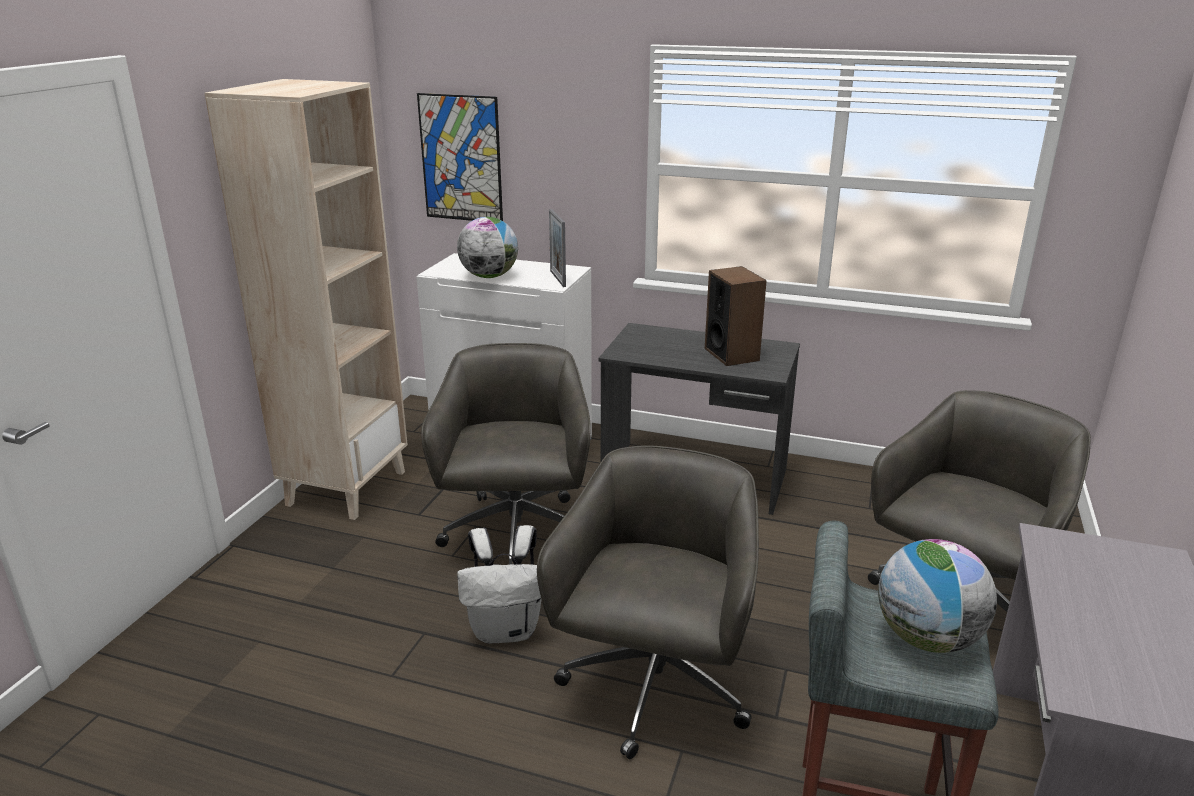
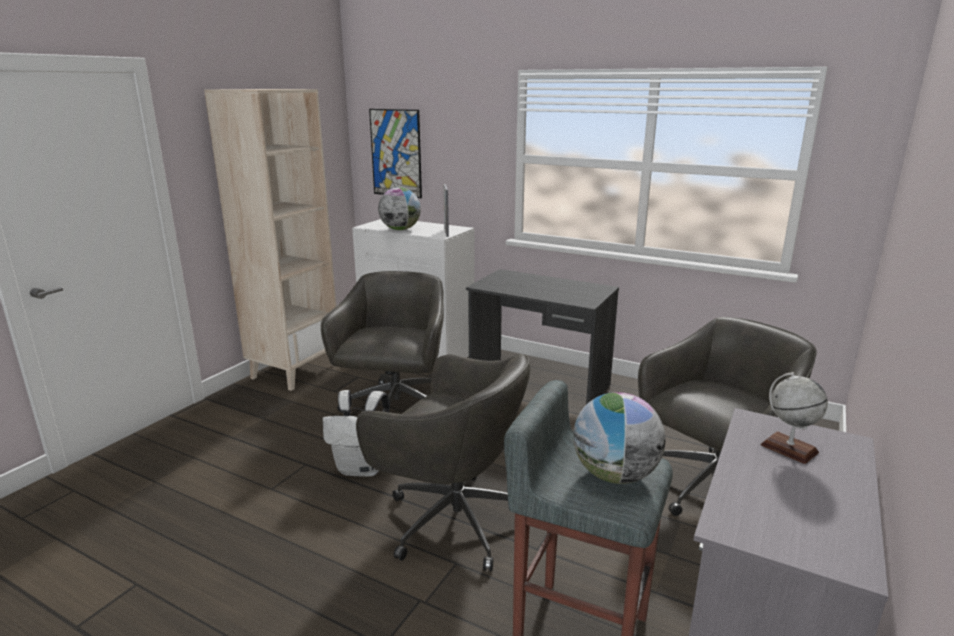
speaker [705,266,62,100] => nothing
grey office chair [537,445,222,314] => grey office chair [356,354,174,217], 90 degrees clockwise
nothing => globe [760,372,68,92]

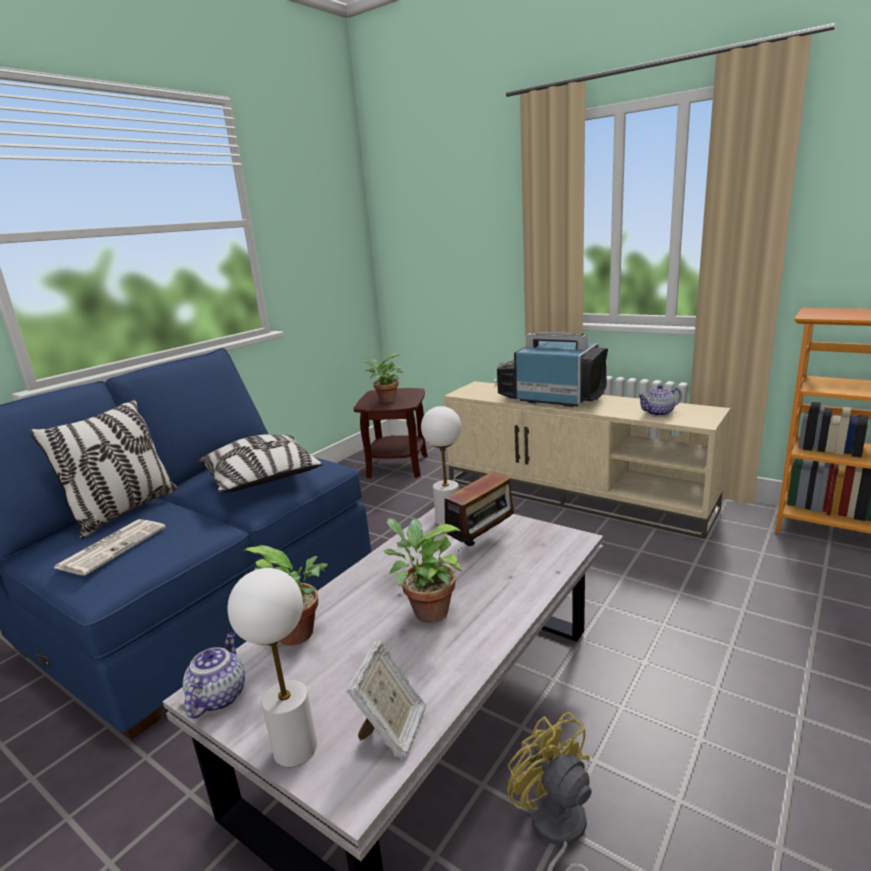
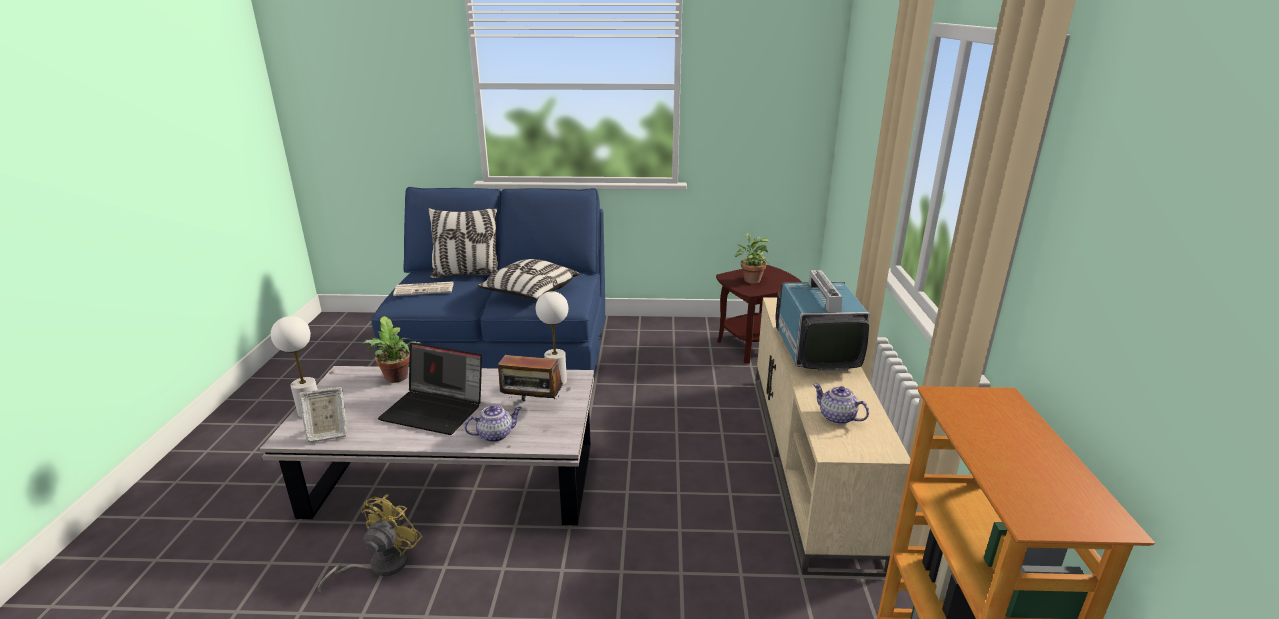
potted plant [384,518,78,105] => laptop [378,343,104,92]
teapot [183,632,62,87] => teapot [464,405,58,37], moved

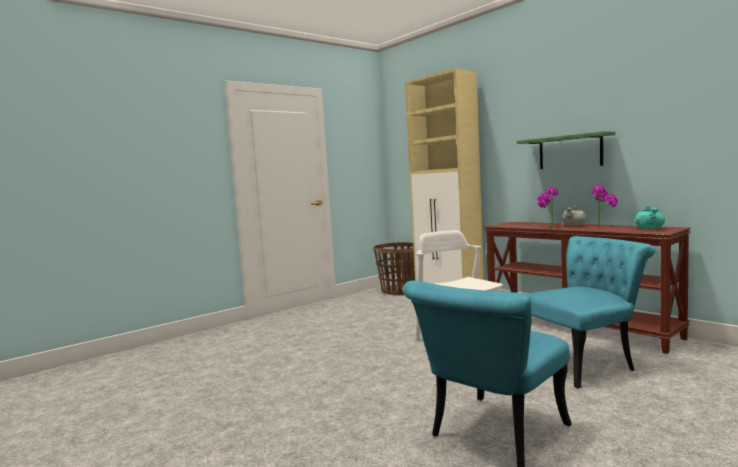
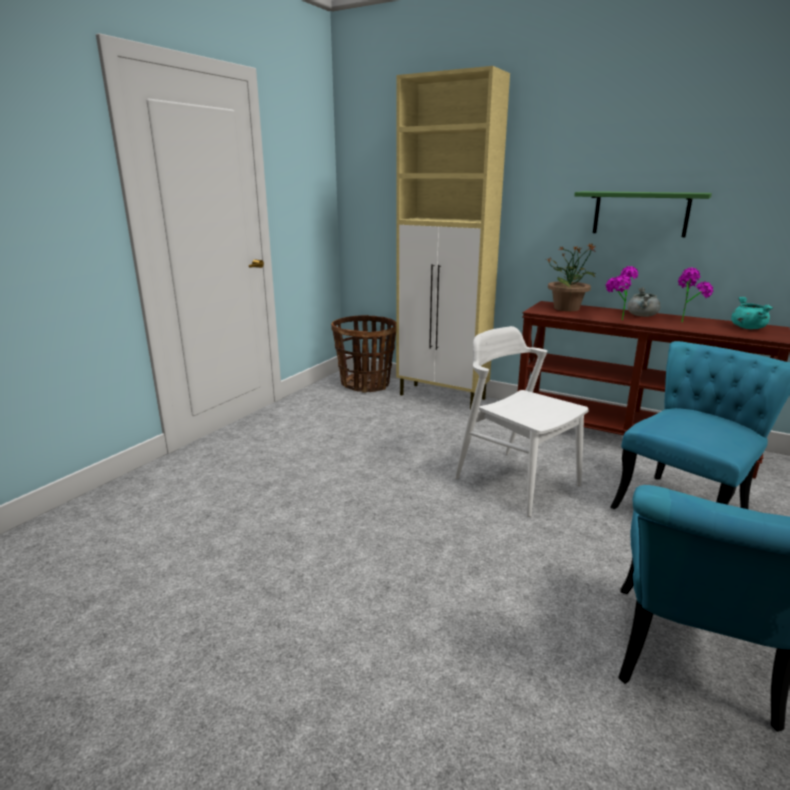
nothing => potted plant [547,242,49,69]

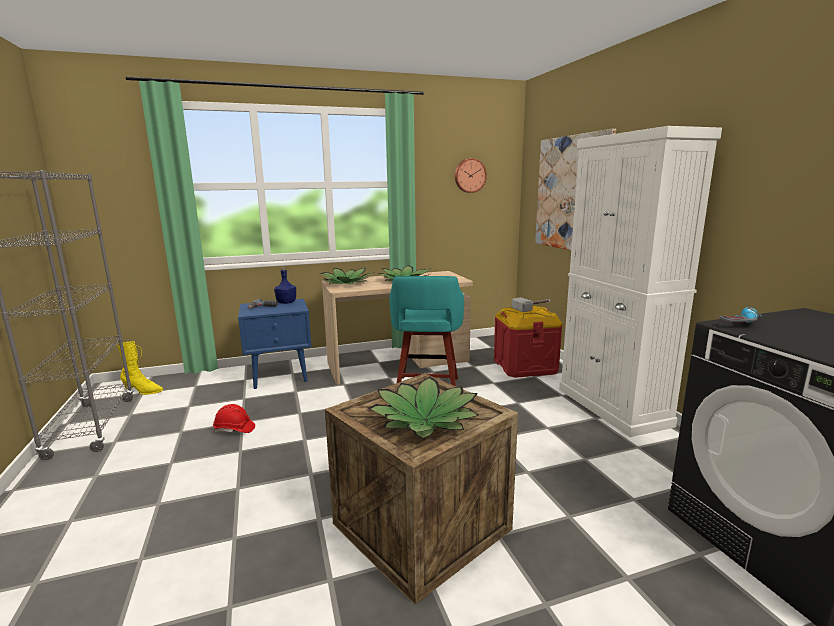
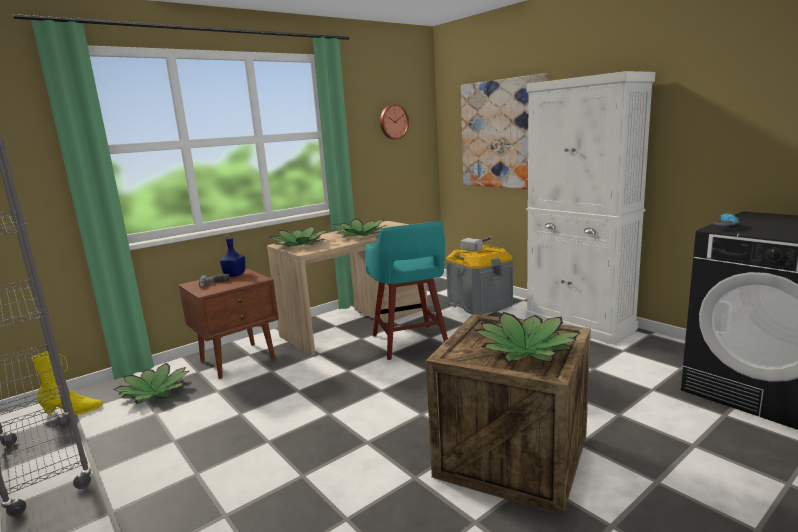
blue nightstand [238,299,73,90] => brown nightstand [179,269,100,110]
red storage box [494,306,68,72] => grey storage box [446,245,67,70]
red hard hat [213,404,42,29] => nothing
nothing => potted plant [114,363,75,41]

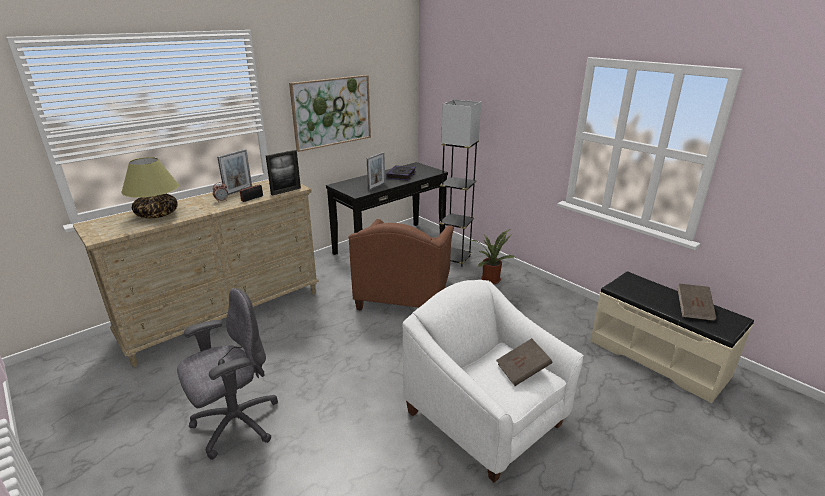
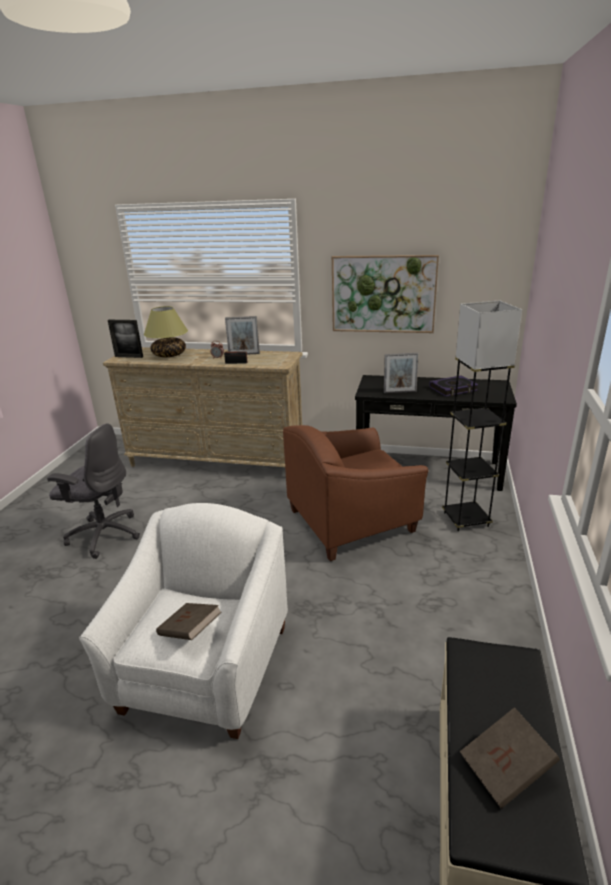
picture frame [266,150,35,46] => picture frame [108,320,35,38], moved
potted plant [468,229,47,55] => nothing

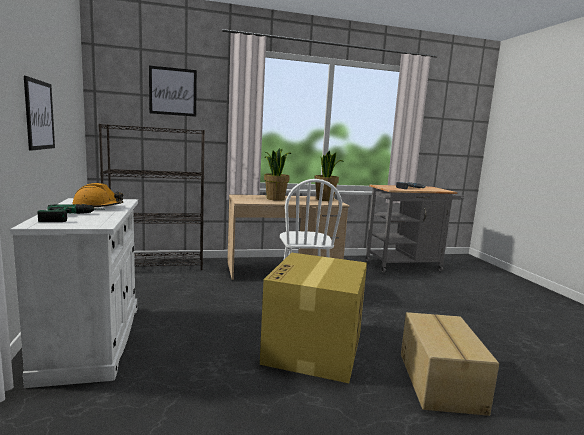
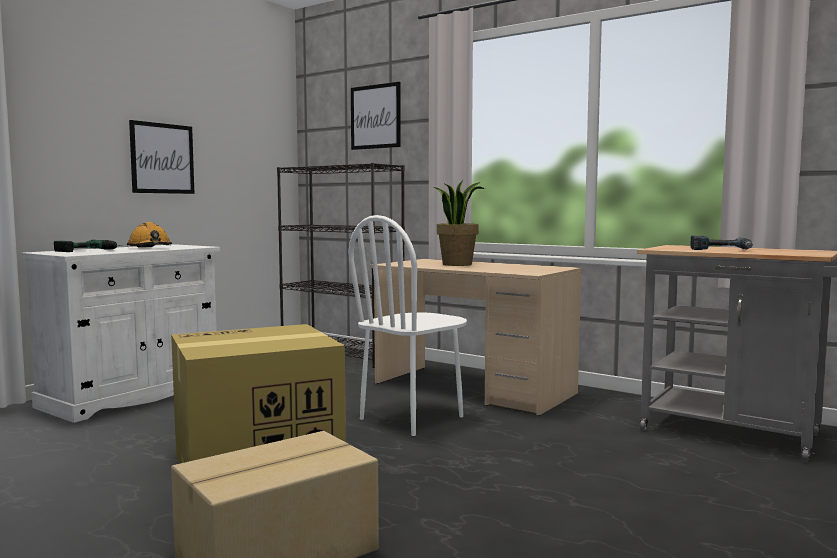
potted plant [314,151,30,50] => nothing

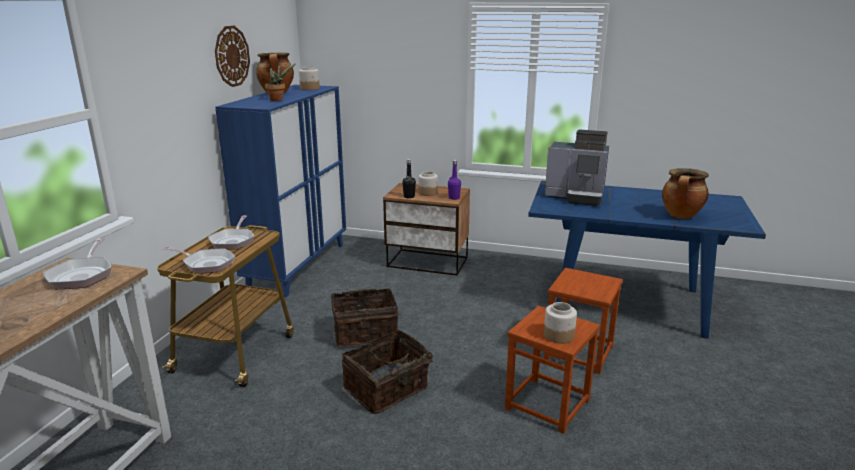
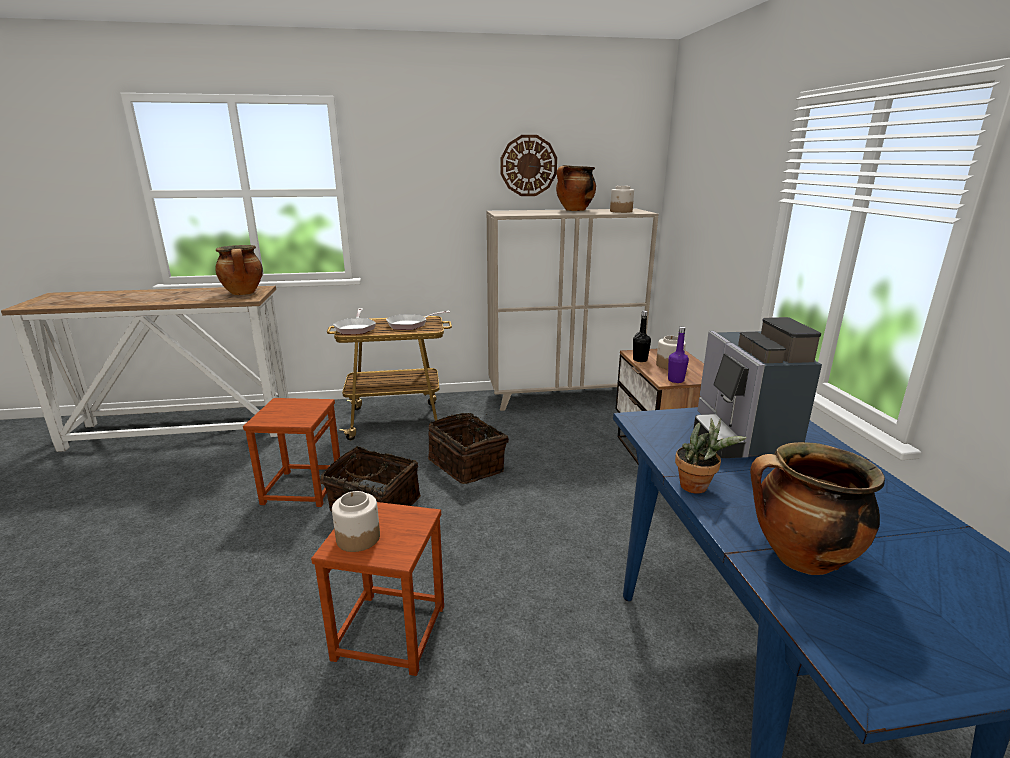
potted plant [265,63,31,38] => potted plant [675,418,72,76], moved
blue cabinet [216,85,130,213] => beige cabinet [487,209,171,202]
frying pan [44,238,68,51] => cooking pot [215,245,48,50]
brown stool [544,268,79,106] => brown stool [243,398,97,109], moved

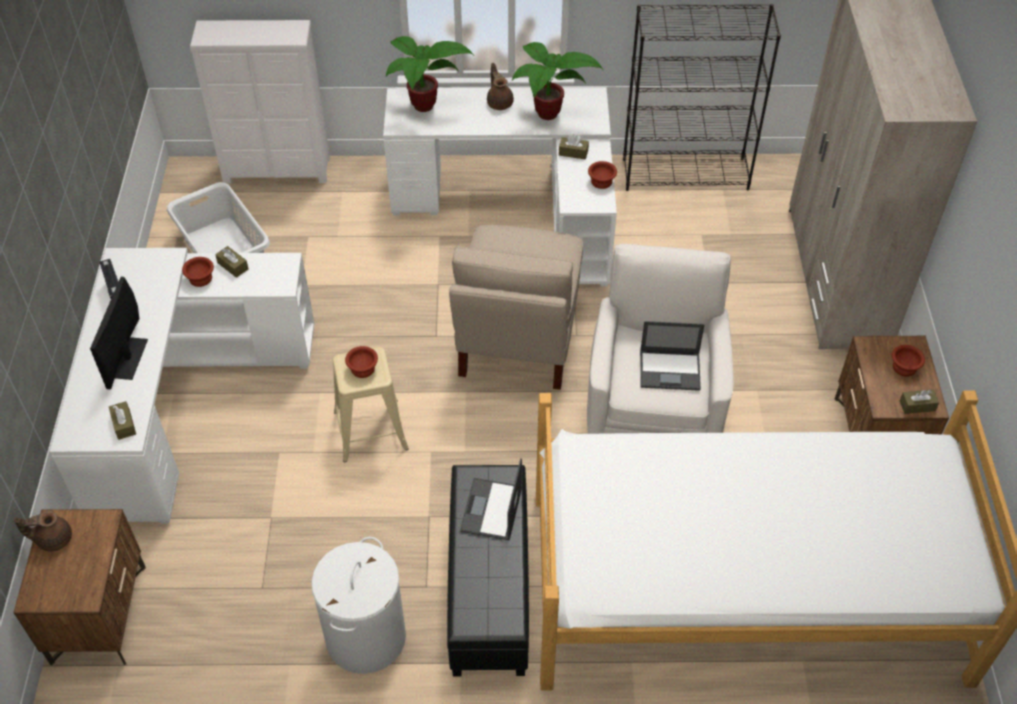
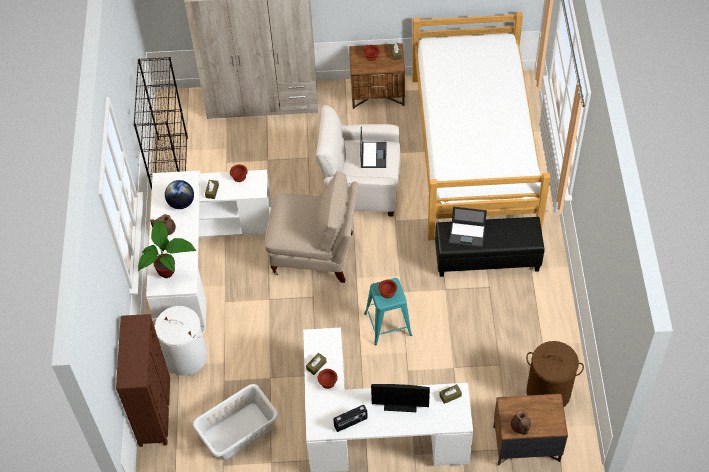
white dresser [190,20,140,164] => brown dresser [116,314,54,133]
potted plant [512,42,91,78] => globe [165,180,29,29]
beige stool [333,347,76,115] => turquoise stool [364,278,48,67]
white laundry basket [311,537,95,137] => white laundry basket [152,306,55,70], moved
nothing => brown laundry basket [526,341,58,66]

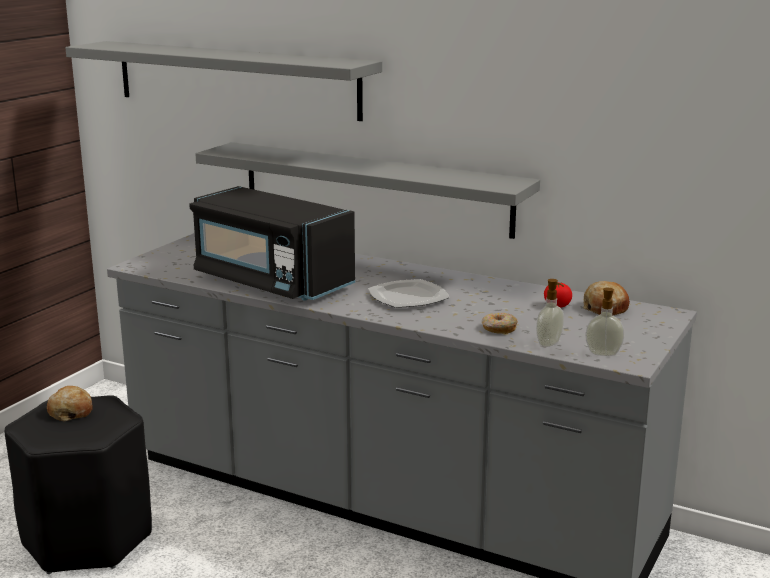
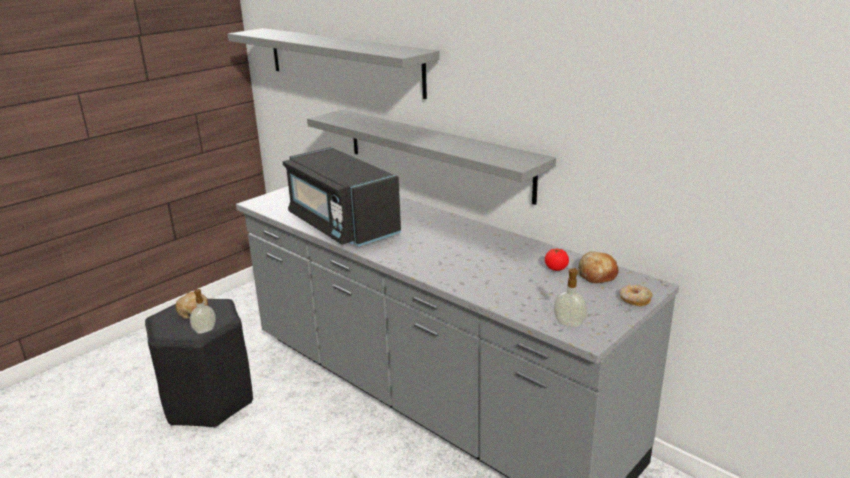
plate [368,279,82,29] => nothing
soap dispenser [536,279,28,68] => soap dispenser [190,289,26,45], moved
donut [482,313,36,21] => donut [620,285,33,22], moved

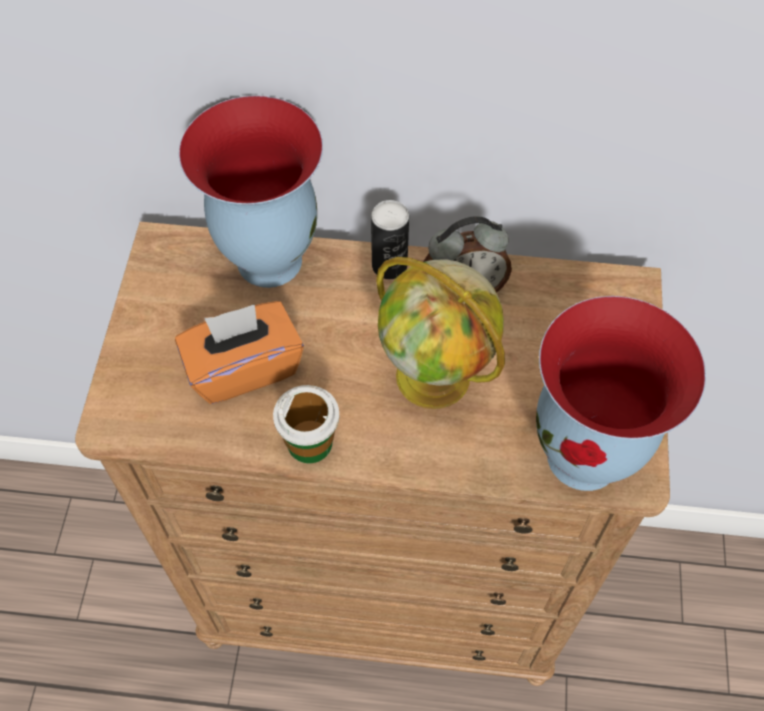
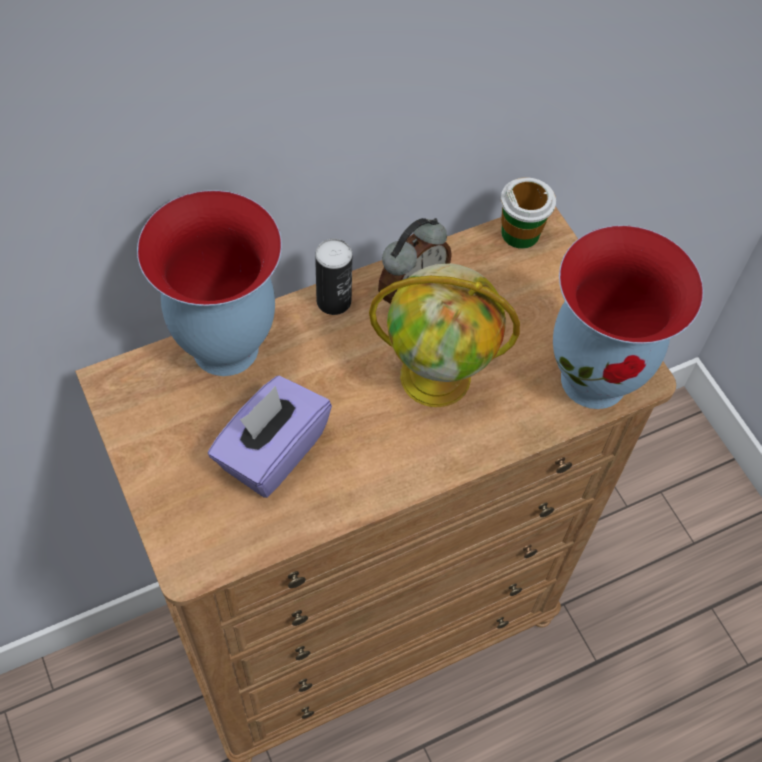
orange tissue box [175,301,129,103] => purple tissue box [208,375,124,123]
cup [273,385,67,78] => cup [501,178,55,71], moved

